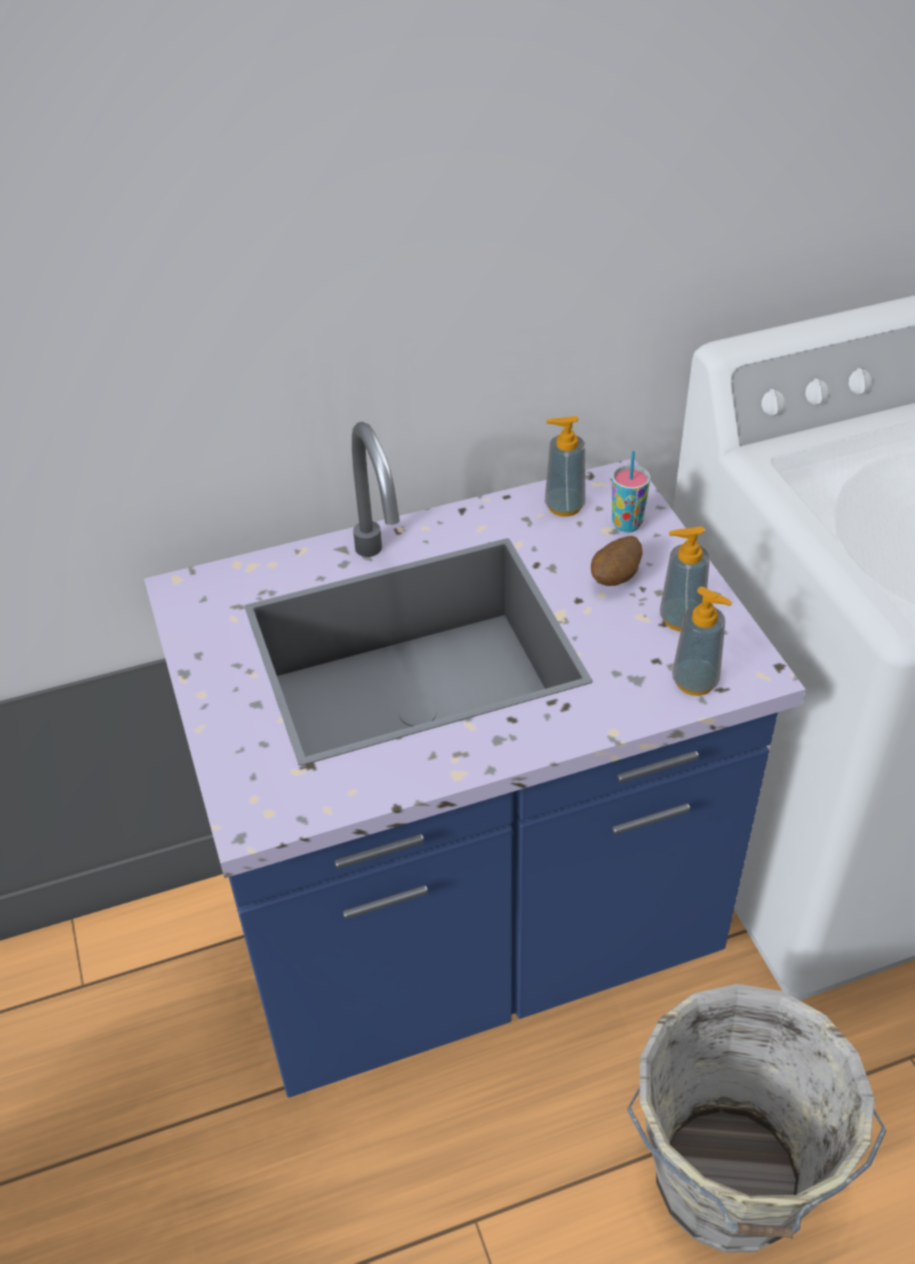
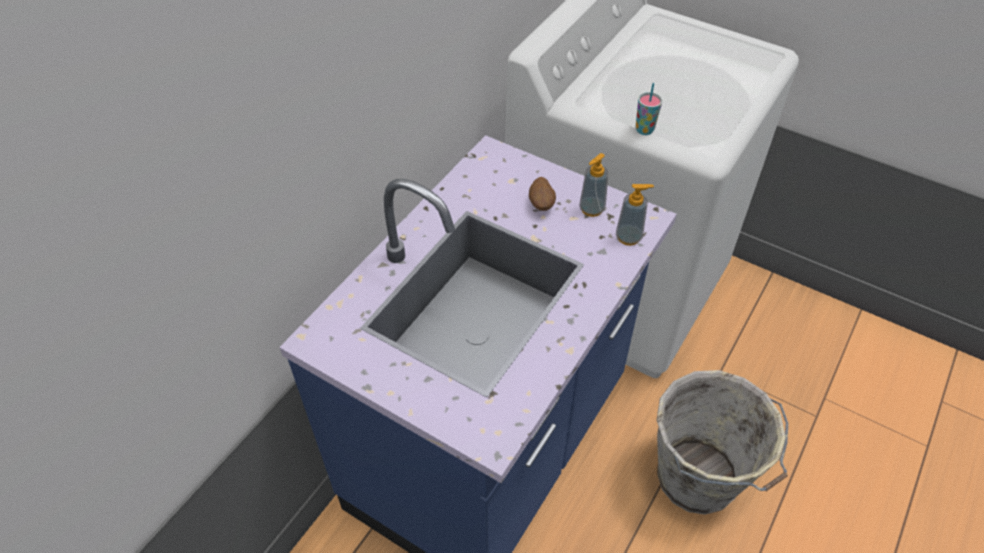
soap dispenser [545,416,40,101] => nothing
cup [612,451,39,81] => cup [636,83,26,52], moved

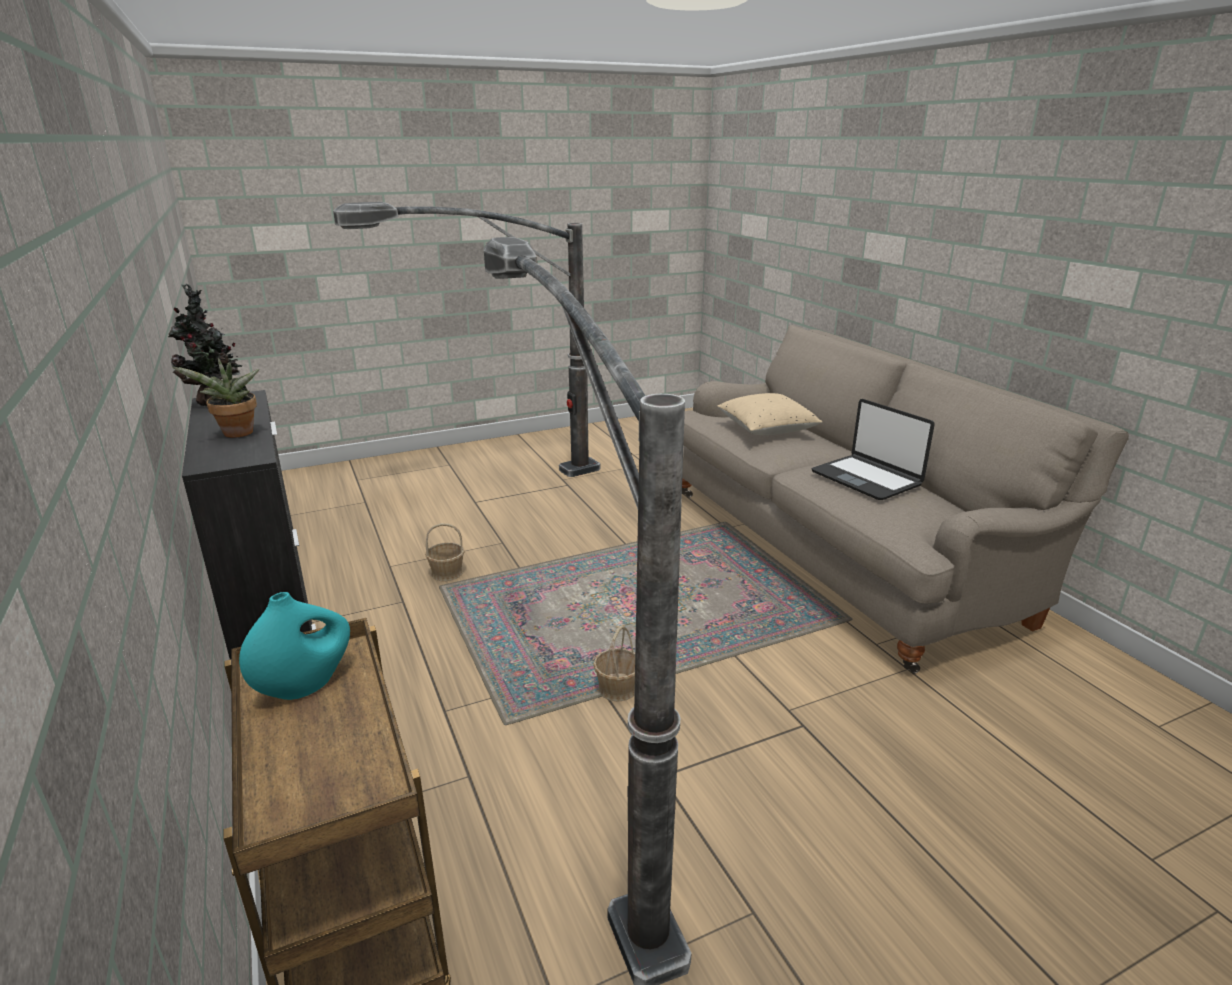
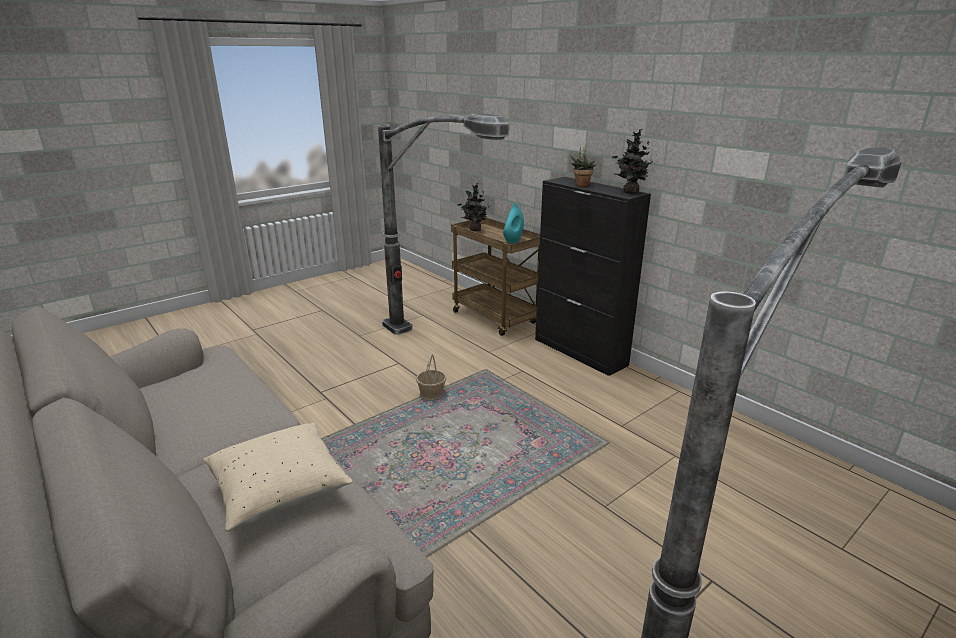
laptop [812,399,123,101] => nothing
basket [425,523,40,58] => nothing
nothing => potted plant [457,183,33,48]

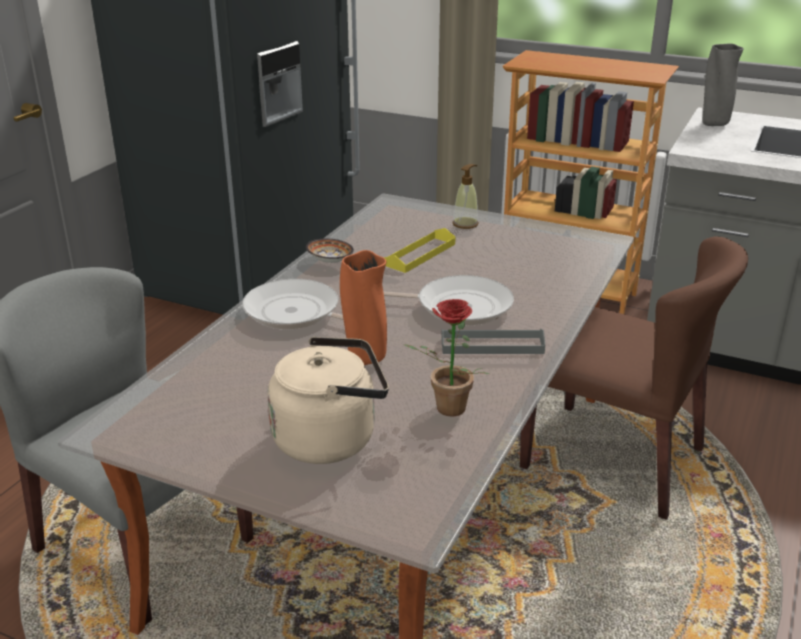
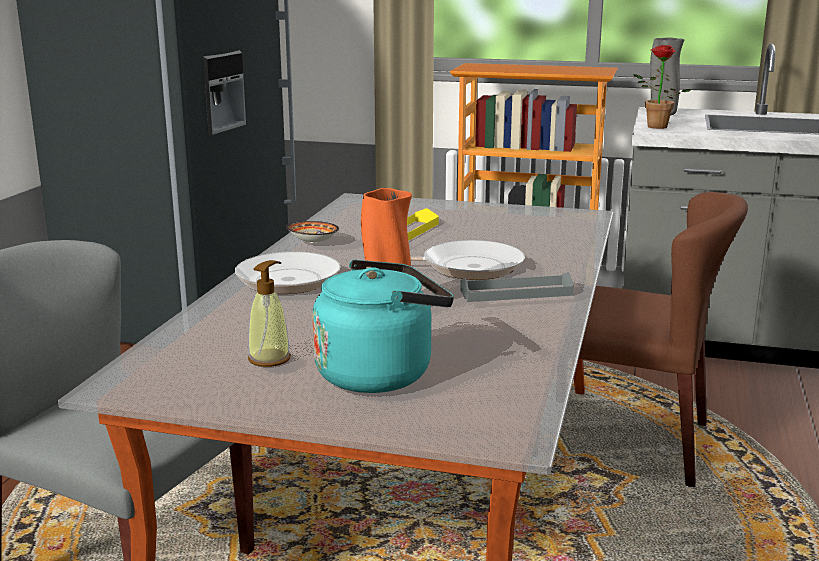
soap dispenser [453,164,26,65] => soap dispenser [248,260,43,107], moved
potted plant [403,299,86,118] => potted plant [634,45,58,84], moved
beige kettle [268,337,121,127] => turquoise kettle [312,260,142,133]

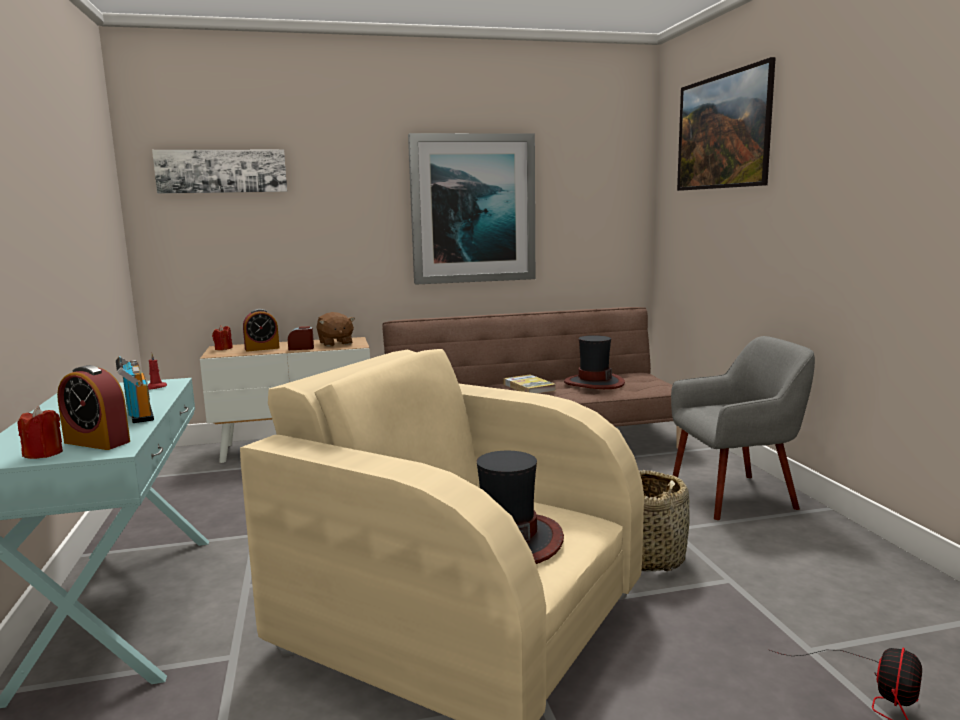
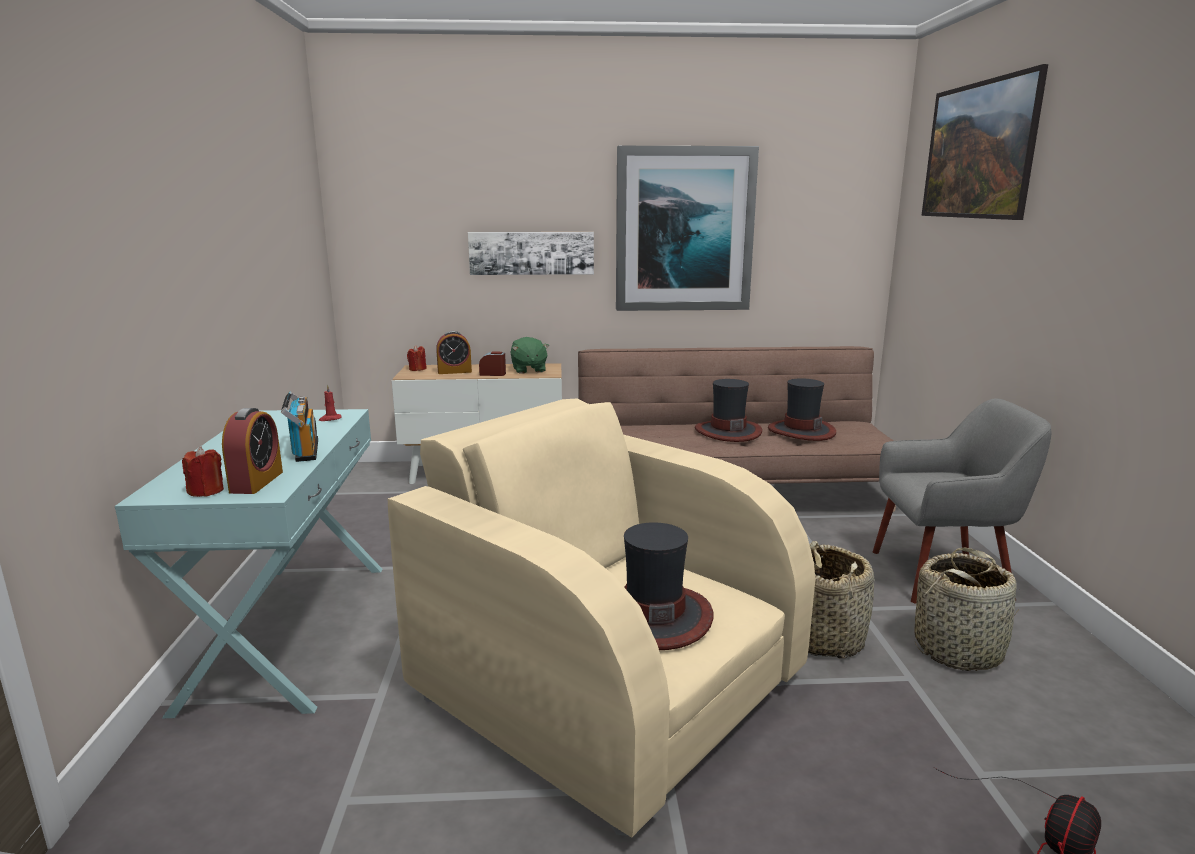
picture [152,150,135,44] => picture [468,232,126,43], moved
brown plush toy [316,312,39,35] => green plush toy [511,337,38,37]
alarm clock [57,365,73,85] => alarm clock [222,408,61,86], 120 degrees counterclockwise
book [504,374,52,20] => hat [695,379,67,63]
nothing => basket [914,547,105,124]

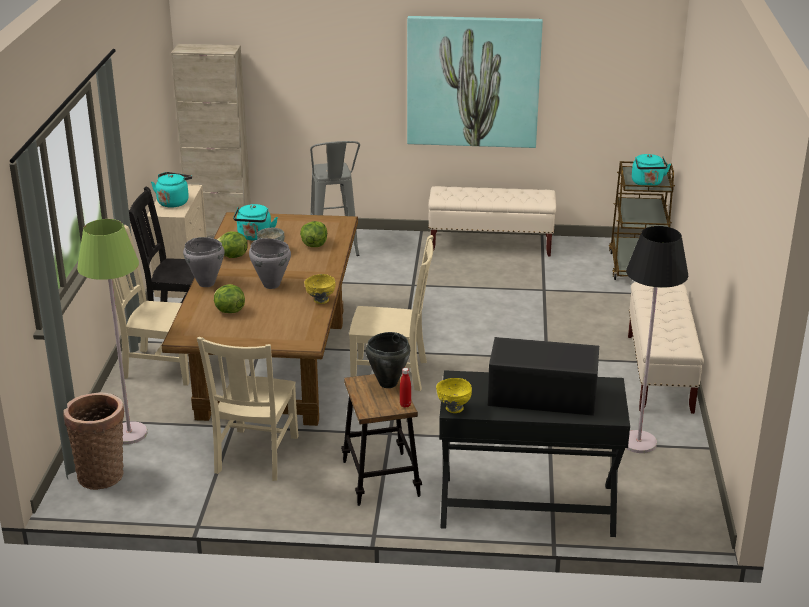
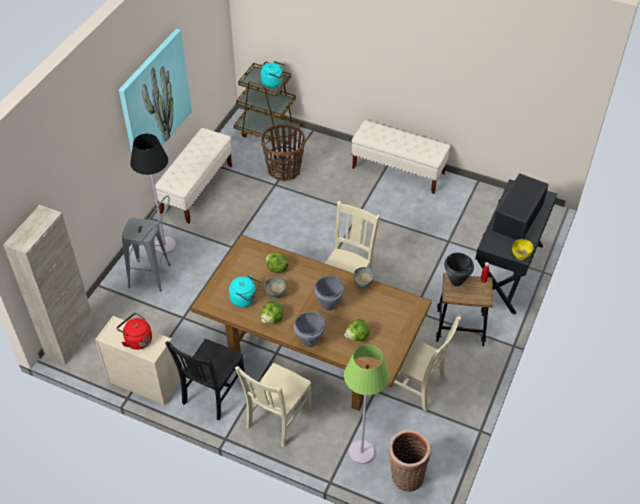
turquoise kettle [151,172,41,36] => red kettle [117,313,35,37]
black floor lamp [625,226,63,227] => black floor lamp [130,134,46,120], moved
yellow bowl [304,274,32,30] => grey bowl [353,267,21,22]
nothing => basket [261,124,44,57]

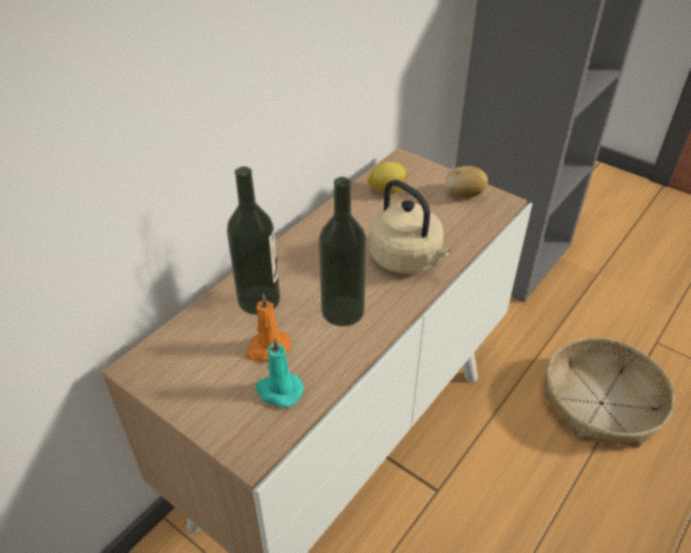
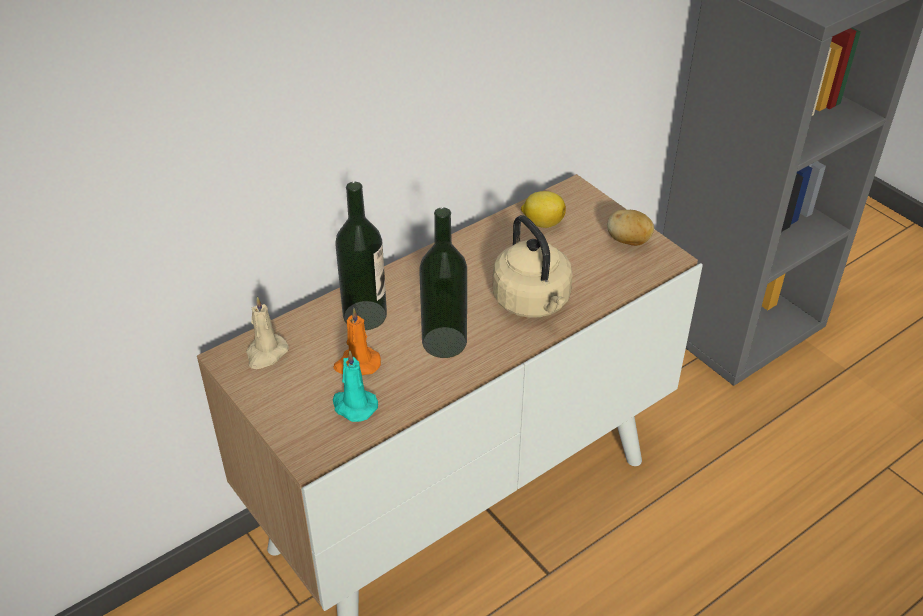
basket [545,338,130,109] => nothing
nothing => beige candle [246,296,43,73]

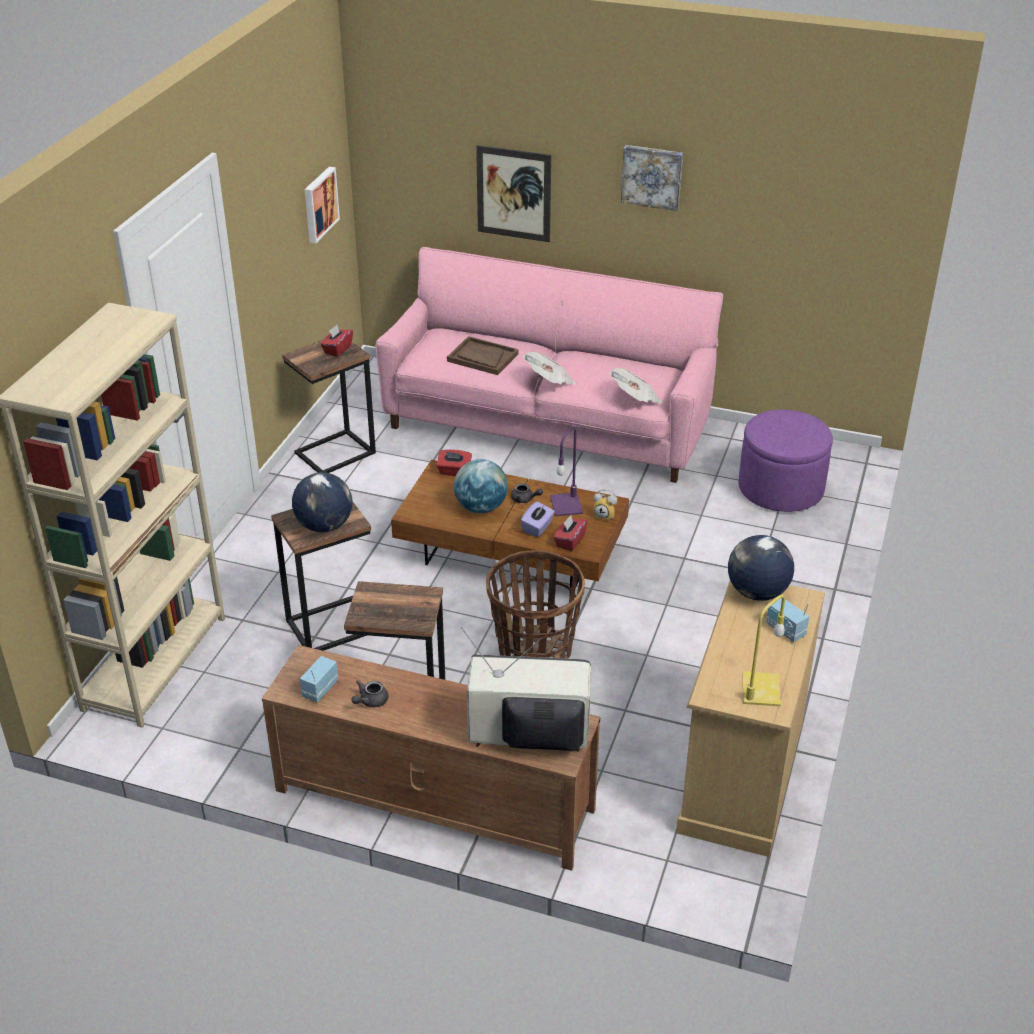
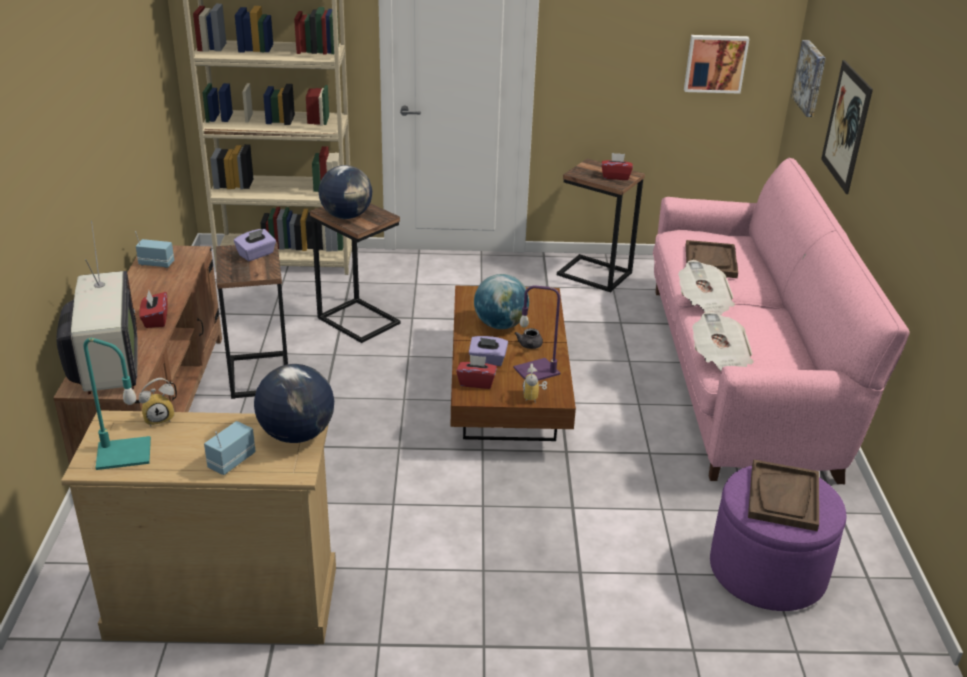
picture [621,145,62,66] => picture [791,40,35,77], moved
red tissue box [436,450,36,26] => red tissue box [139,290,29,38], moved
basket [486,550,99,109] => nothing
yellow table lamp [742,595,43,111] => turquoise table lamp [83,338,68,132]
grey teapot [351,680,37,27] => nothing
nothing => purple tissue box [234,229,42,32]
nothing => alarm clock [139,378,36,48]
nothing => brown tray [748,459,71,72]

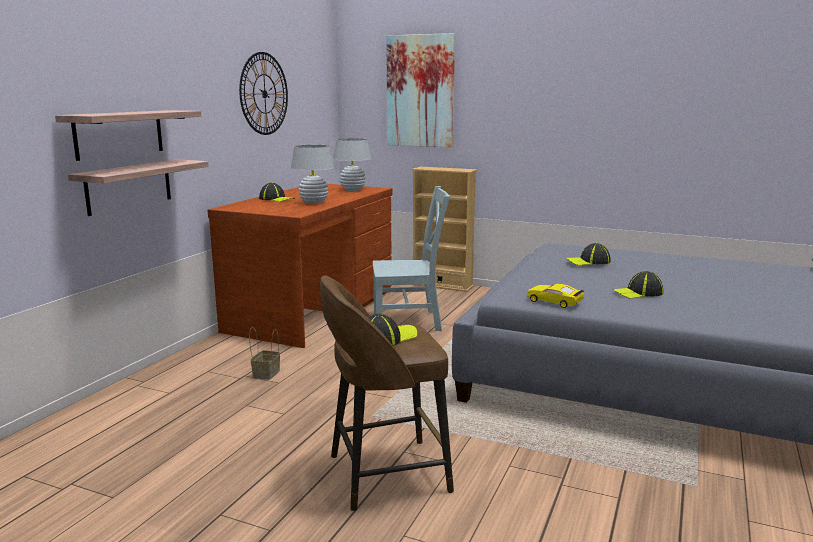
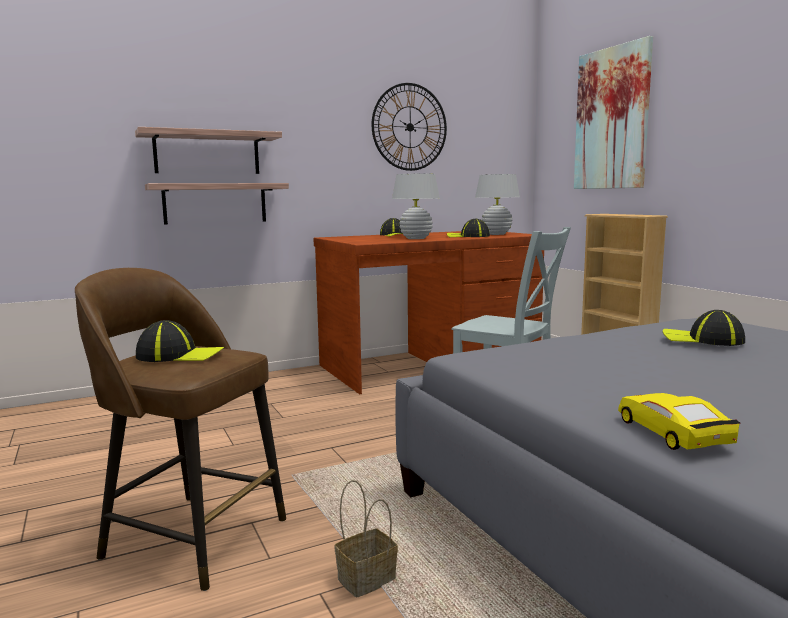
cap [613,271,50,28] => cap [447,219,43,18], moved
yellow toy car [526,284,58,24] => yellow toy car [618,393,122,57], moved
basket [249,327,31,53] => basket [335,480,63,117], moved

